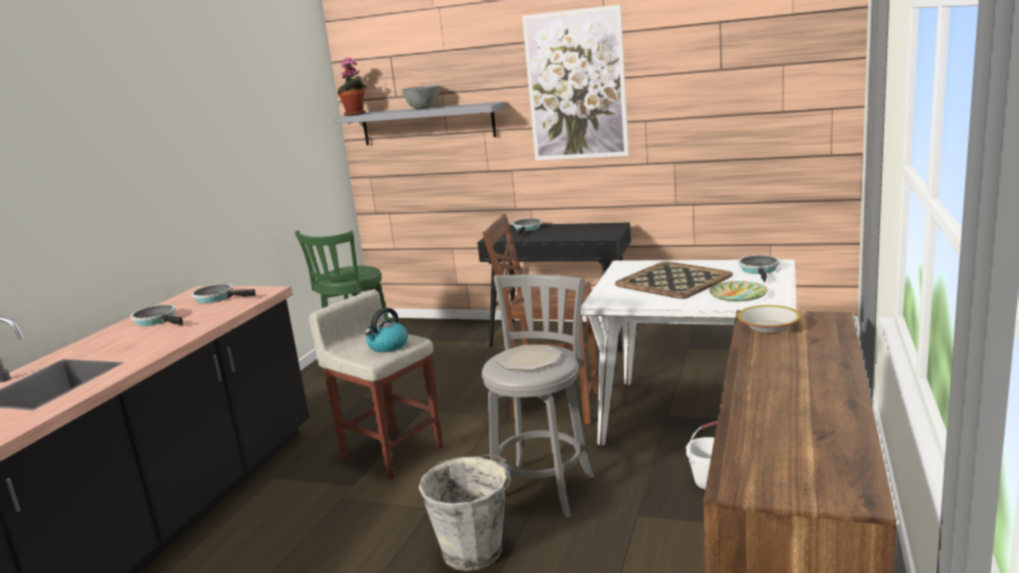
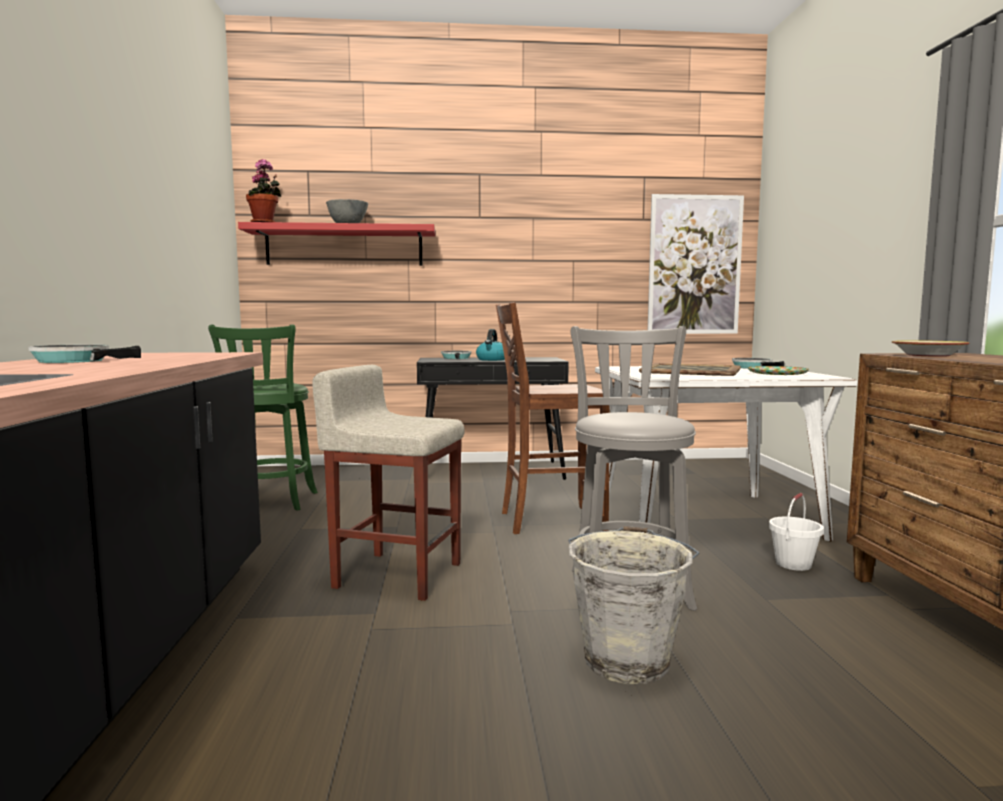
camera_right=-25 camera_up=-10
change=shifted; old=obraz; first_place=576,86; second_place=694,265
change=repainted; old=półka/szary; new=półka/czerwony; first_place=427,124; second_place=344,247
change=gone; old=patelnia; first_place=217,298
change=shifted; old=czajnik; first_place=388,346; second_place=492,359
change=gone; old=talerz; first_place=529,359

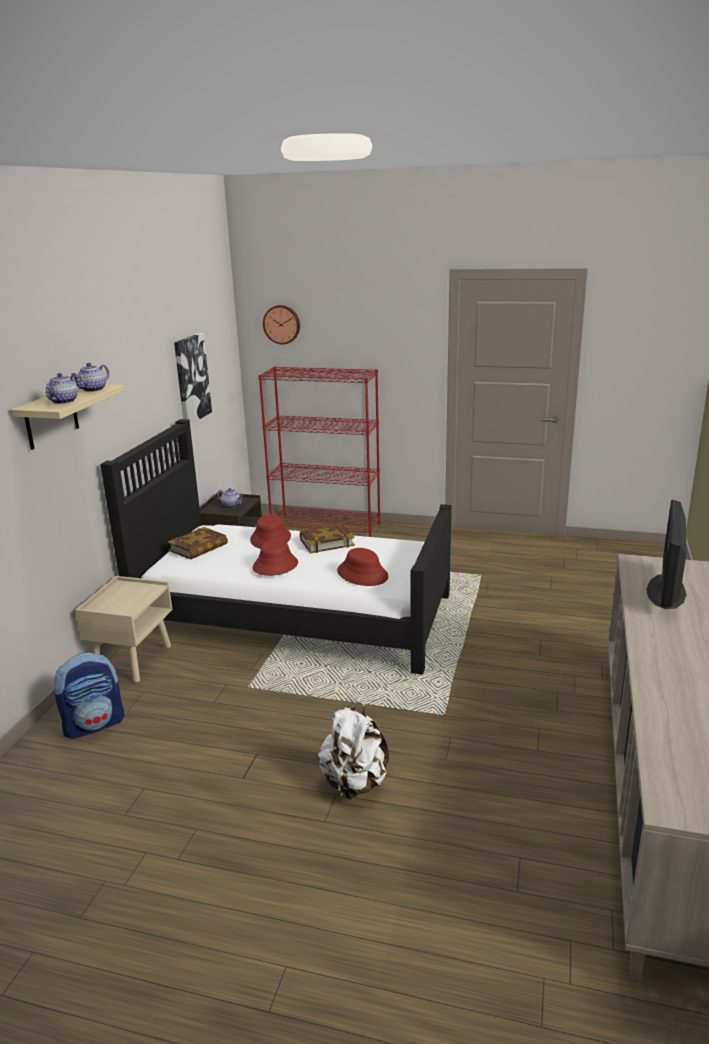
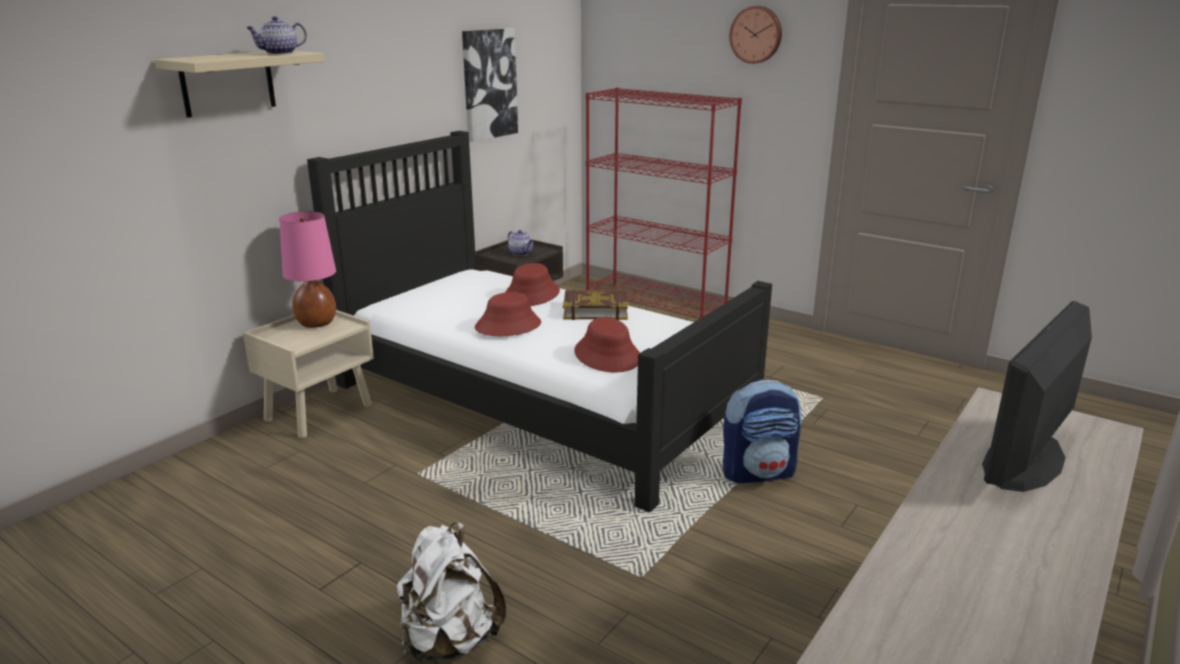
camera_right=20 camera_up=0
change=shifted; old=zegar ścienny; first_place=282,324; second_place=756,34
change=gone; old=imbryk; first_place=64,401
change=gone; old=książka; first_place=198,547
change=shifted; old=plecak; first_place=94,724; second_place=758,472
change=new; new=lampa stołowa/różowy; second_place=317,323

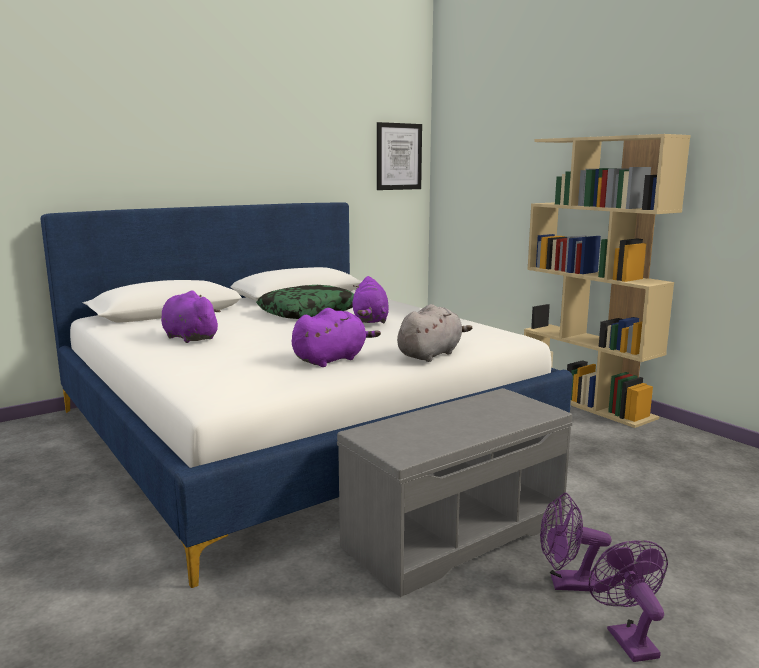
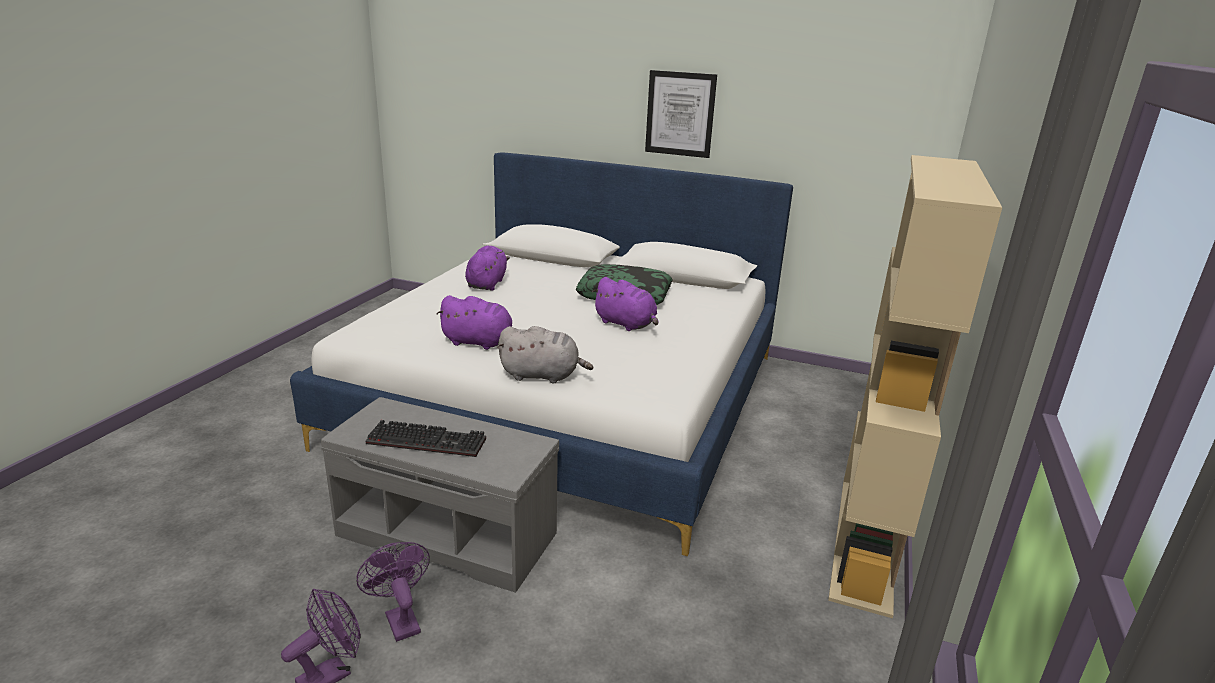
camera_right=55 camera_up=10
change=shifted; old=obraz; first_place=398,156; second_place=680,114
change=rotated; old=pluszak/fioletowy; first_place=370,321; second_place=626,324; degrees=-105
change=new; new=klawiatura; second_place=429,440

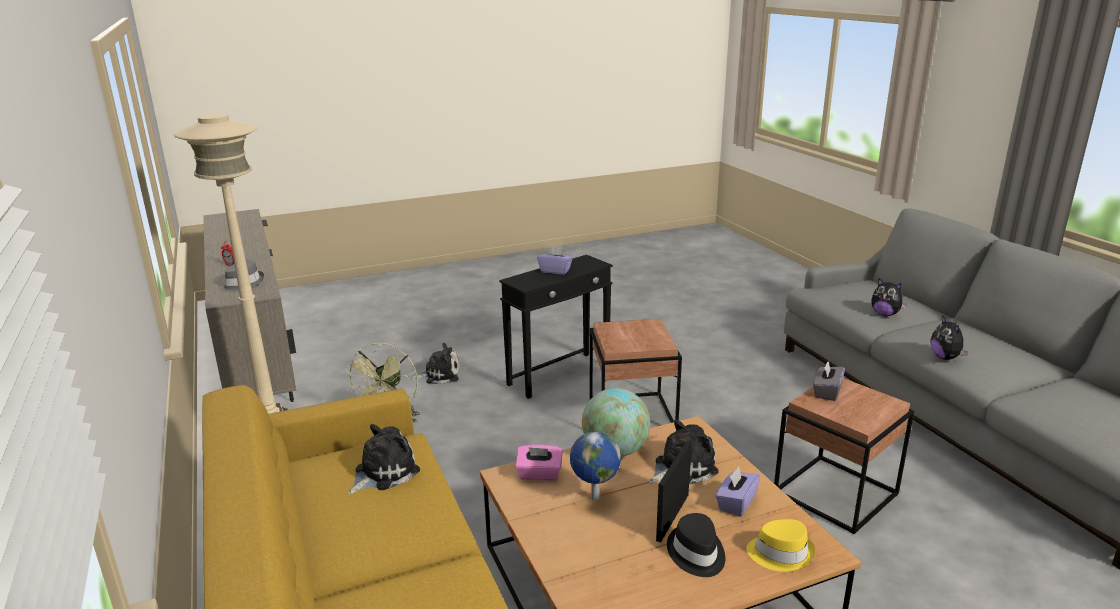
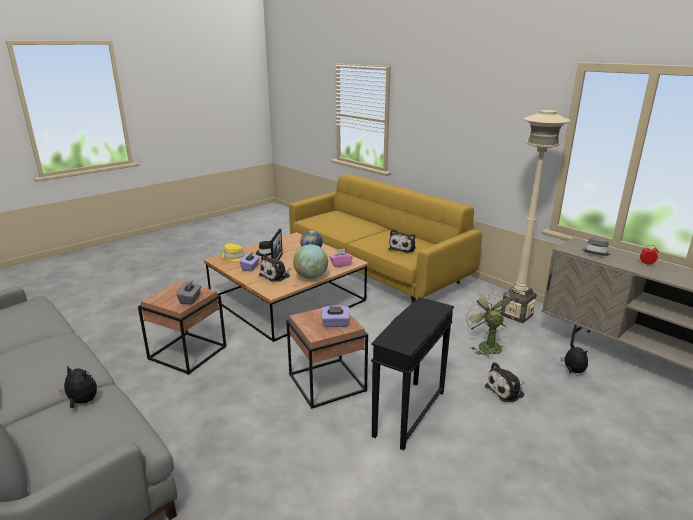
camera_right=160 camera_up=0
change=shifted; old=pudełko chusteczek/fioletowy; first_place=555,271; second_place=335,324
change=shifted; old=pluszak; first_place=945,357; second_place=573,371

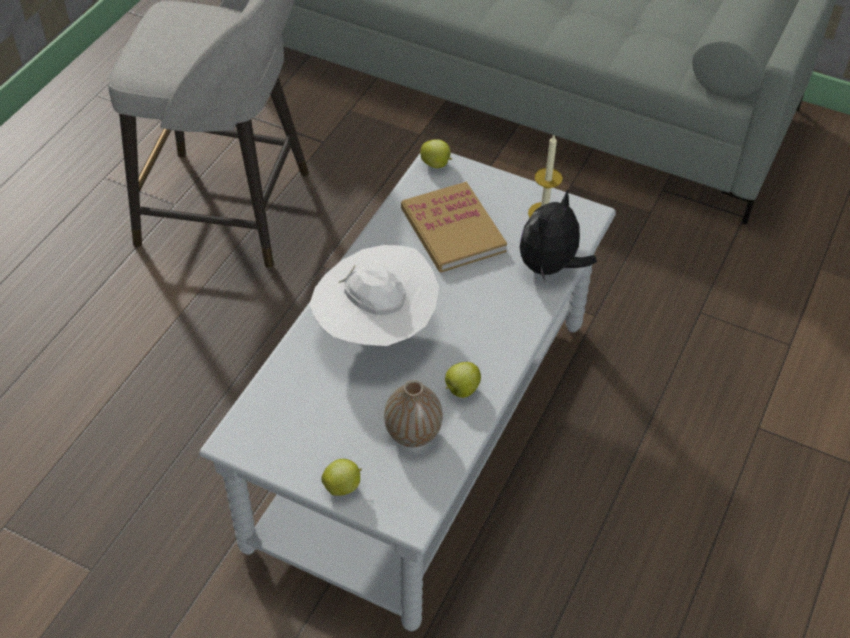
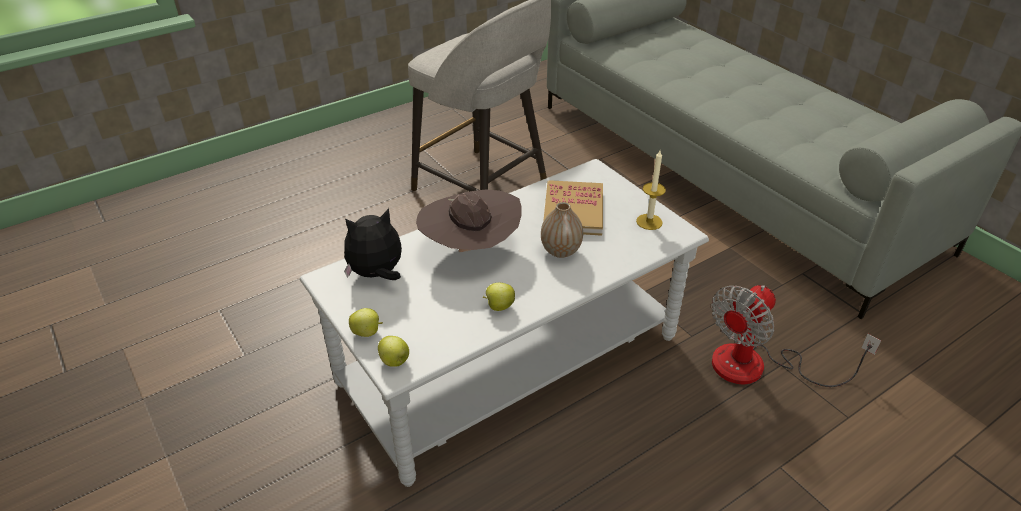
camera_right=30 camera_up=-10
change=shifted; old=jabłko; first_place=436,164; second_place=395,361
change=shifted; old=pluszak; first_place=550,267; second_place=377,274
change=repainted; old=kapelusz/biały; new=kapelusz/brązowy; first_place=376,329; second_place=471,249
change=shifted; old=wazon; first_place=413,433; second_place=560,251
change=new; new=wentylator; second_place=757,367

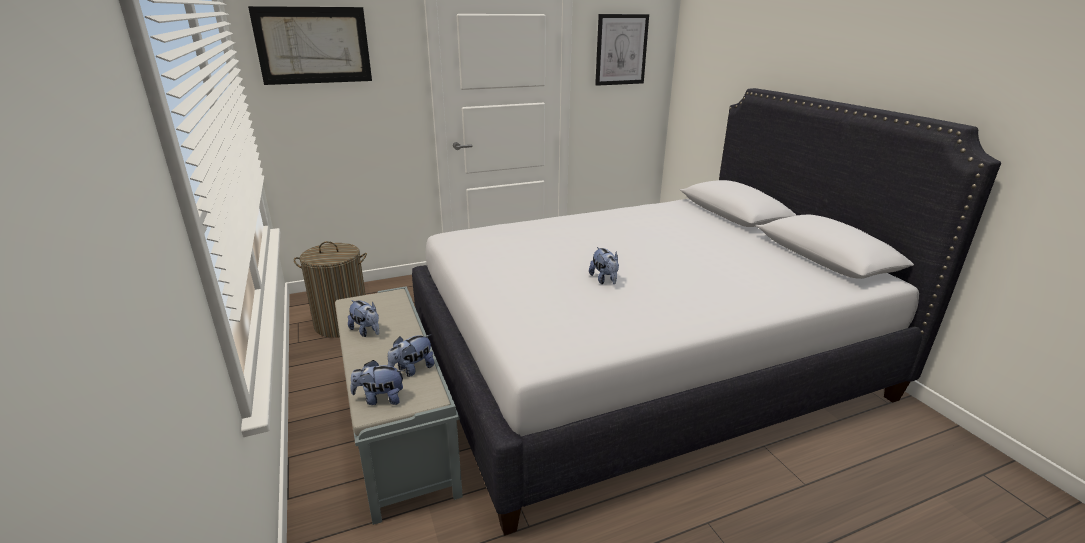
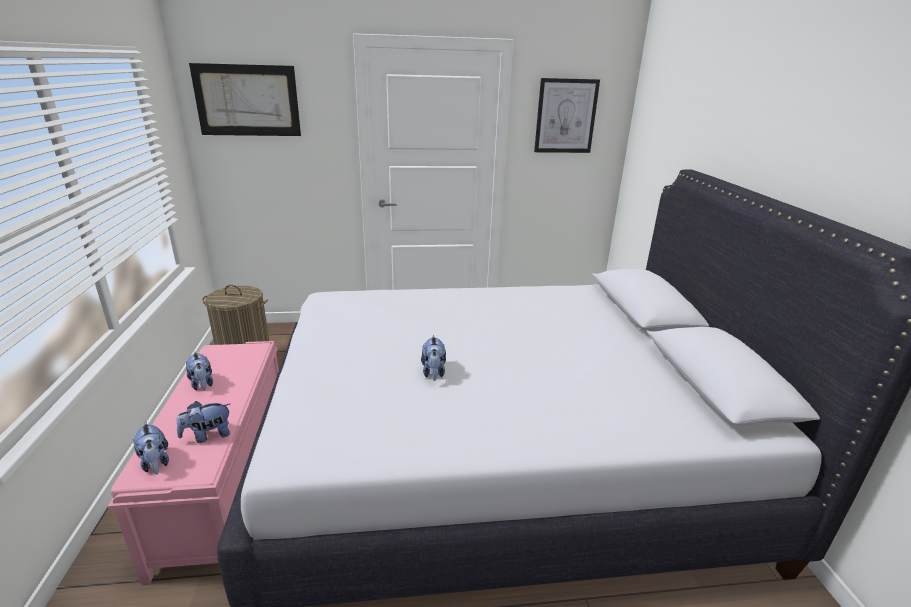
camera_right=15 camera_up=0
change=repainted; old=ławka/szary; new=ławka/różowy; first_place=398,427; second_place=226,481
change=rotated; old=pluszak; first_place=380,399; second_place=155,463; degrees=-135

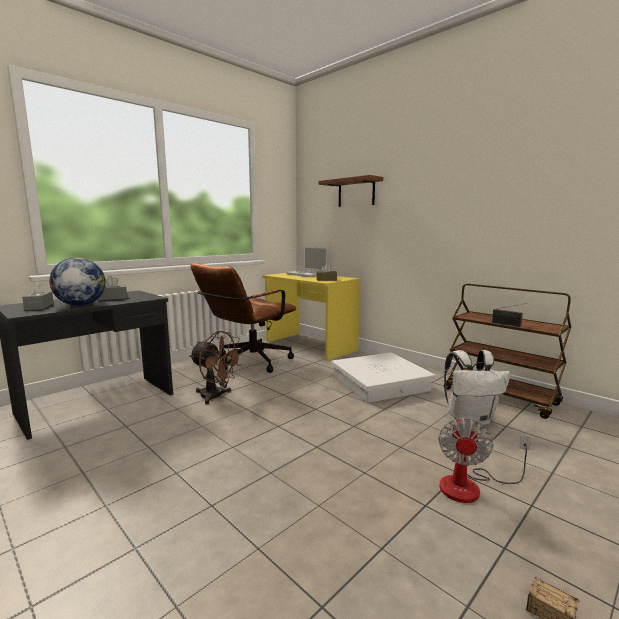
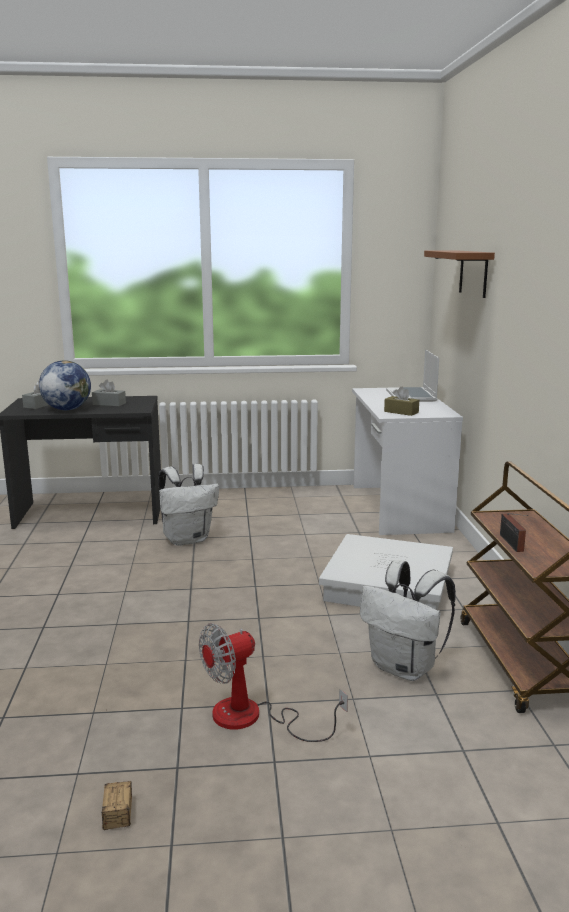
camera_right=40 camera_up=5
change=gone; old=krzesło biurowe/brązowy; first_place=247,363
change=repainted; old=biurko/żółty; new=biurko/biały; first_place=309,346; second_place=397,508
change=swapped; old=wentylator/brązowy; new=plecak/biały; first_place=216,397; second_place=187,539

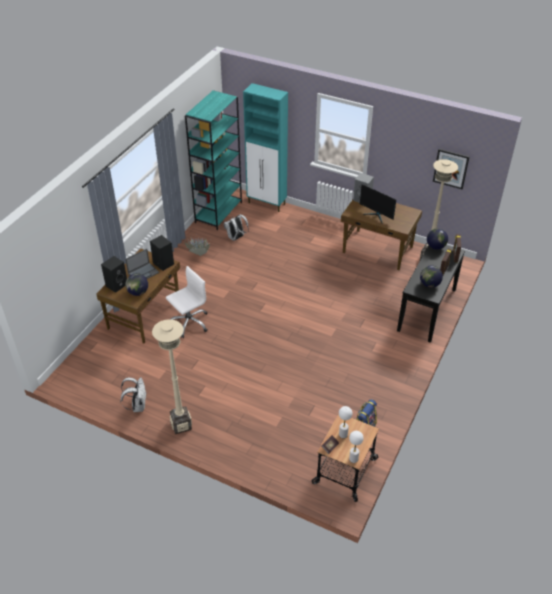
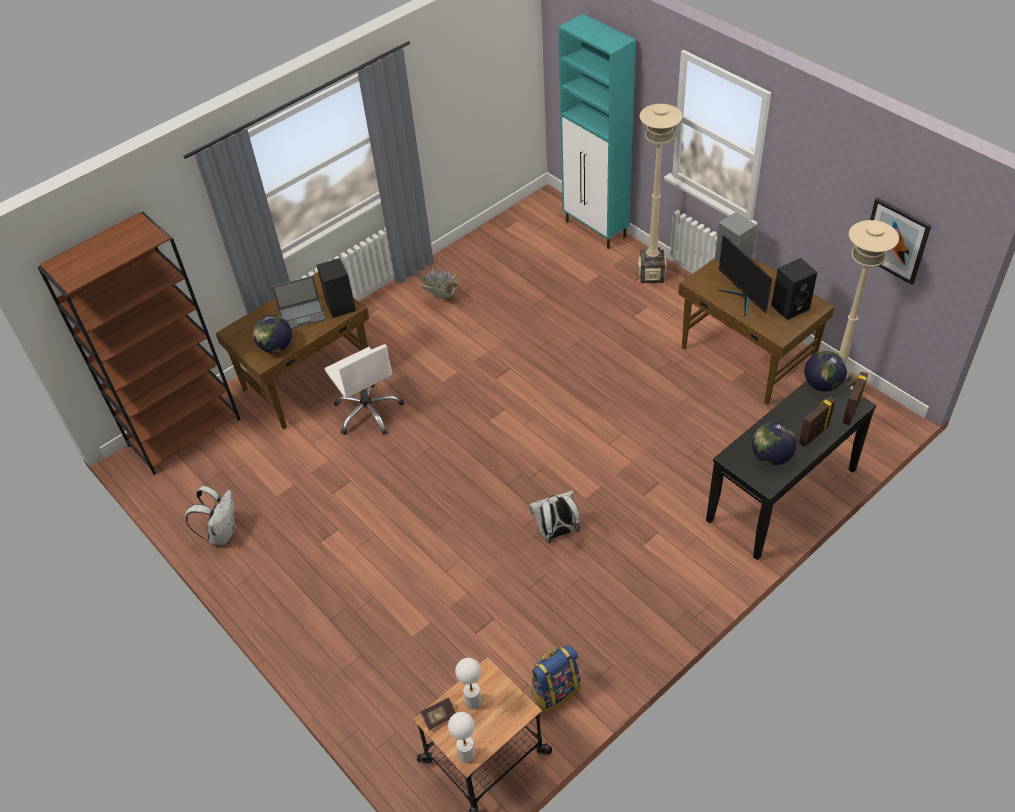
camera_right=25 camera_up=5
change=gone; old=regał/turkusowy; first_place=218,212
change=shifted; old=plecak/biały; first_place=236,238; second_place=556,533
change=shifted; old=głośnik/czarny; first_place=117,284; second_place=790,306
change=rotated; old=krzesło biurowe/biały; first_place=189,322; second_place=368,411; degrees=75
change=shifted; old=lampa stojąca/beżowy; first_place=181,425; second_place=651,275
change=new; new=regał/brązowy; second_place=185,432

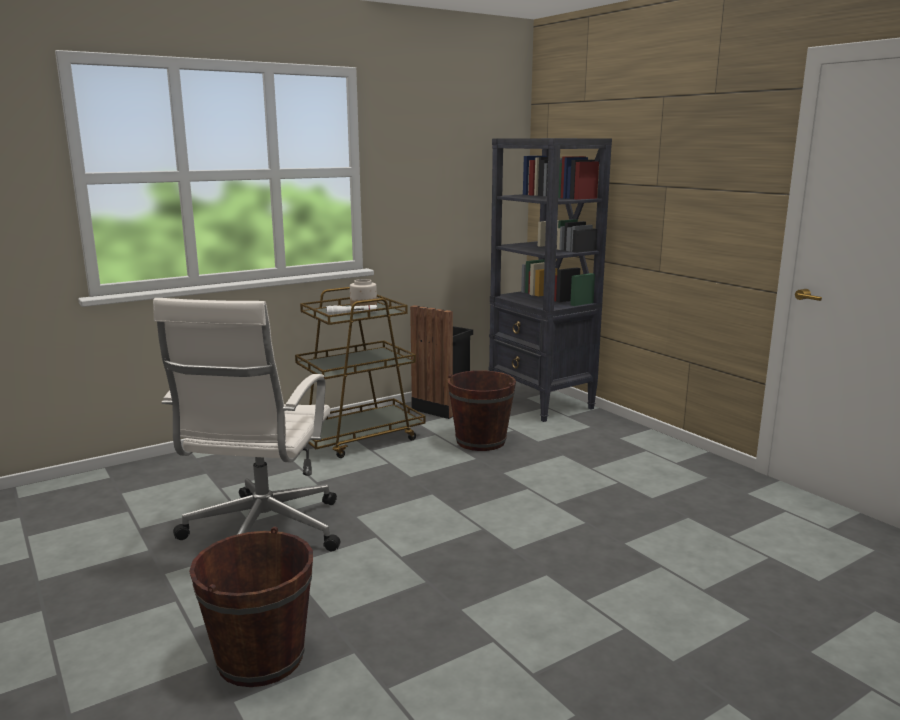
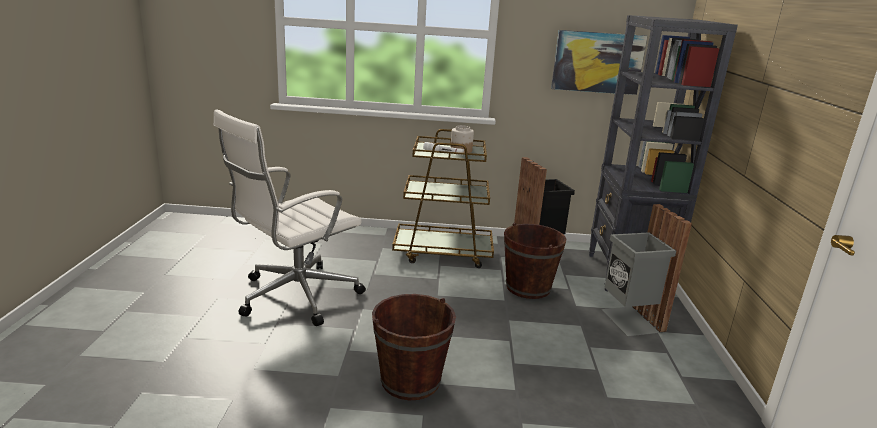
camera_right=35 camera_up=5
change=shifted; old=wiadro/brązowy; first_place=261,658; second_place=410,381
change=new; new=obraz; second_place=597,62
change=new; new=kosz na śmieci/szary; second_place=630,320

